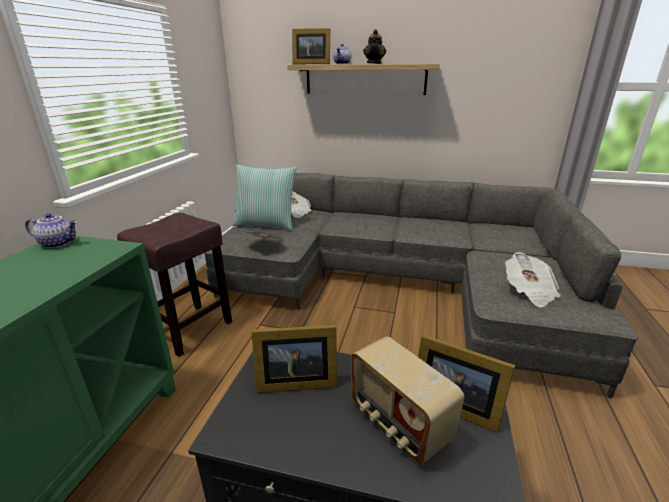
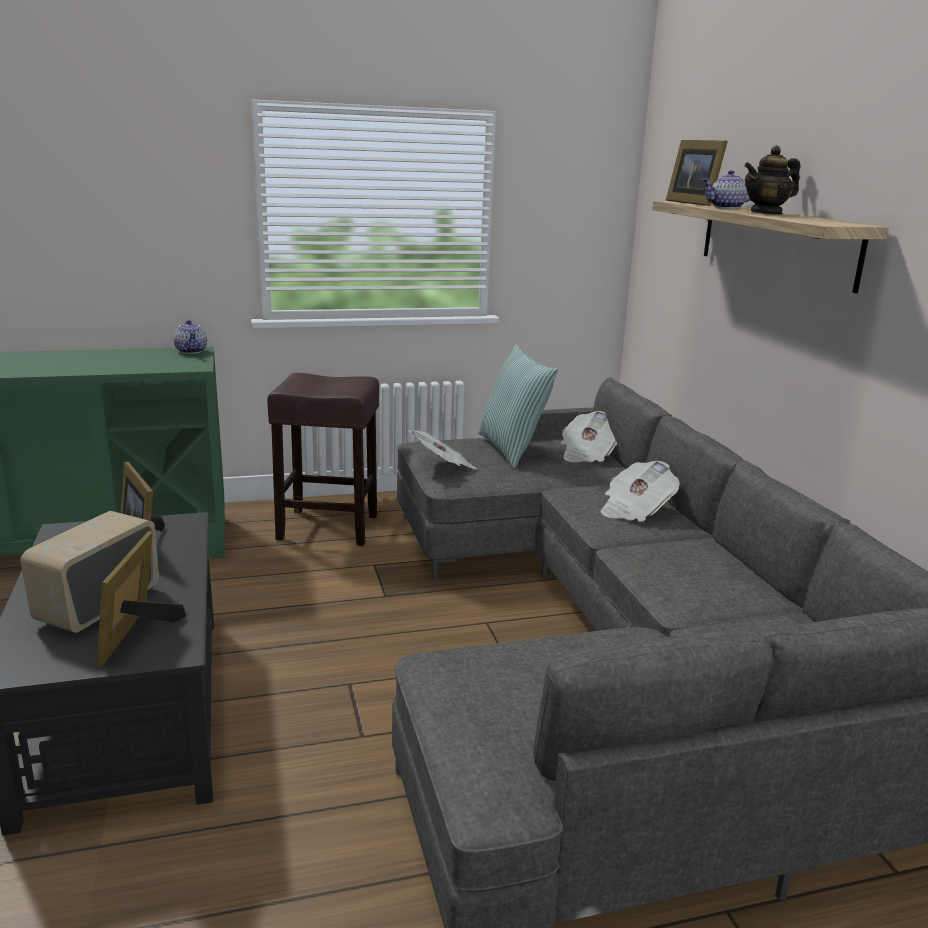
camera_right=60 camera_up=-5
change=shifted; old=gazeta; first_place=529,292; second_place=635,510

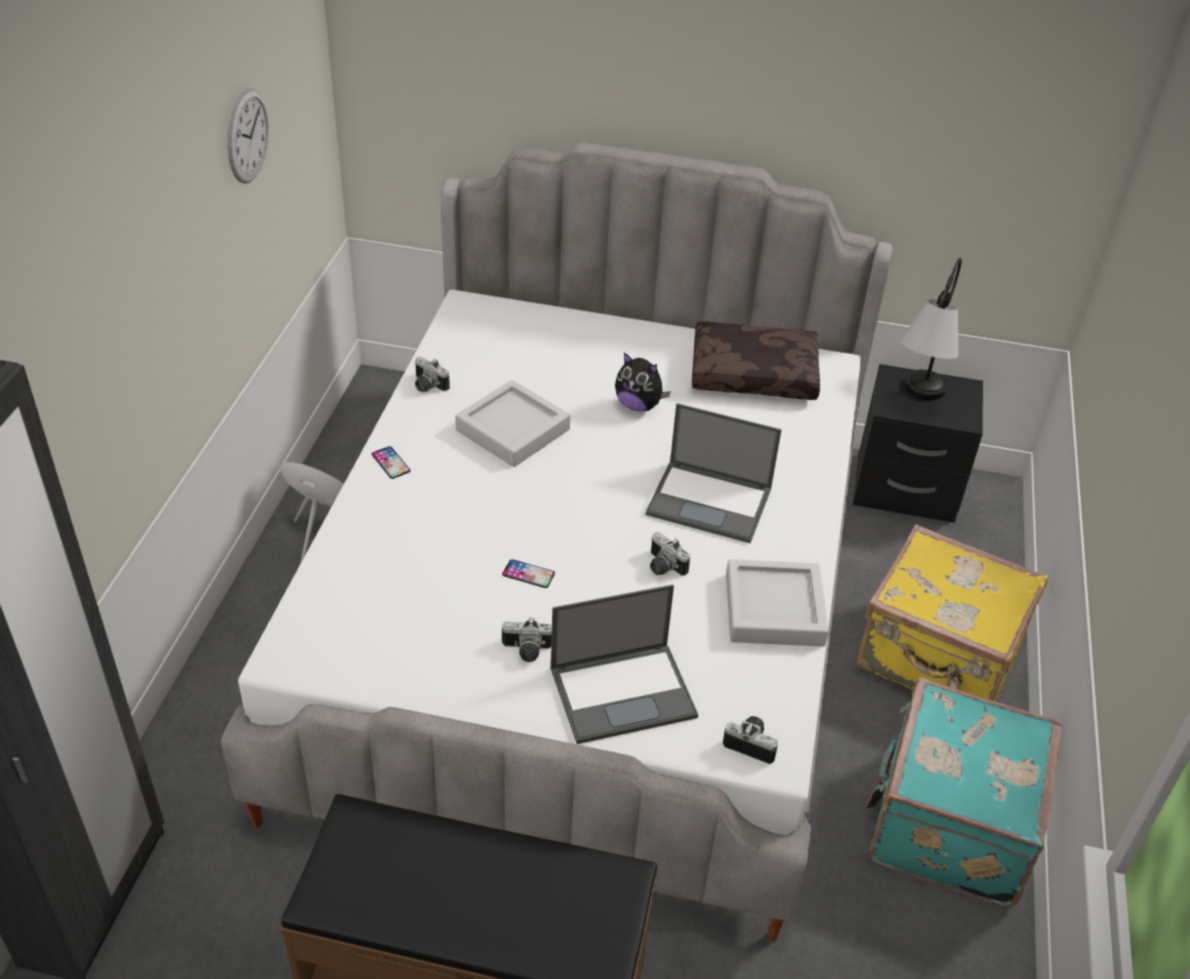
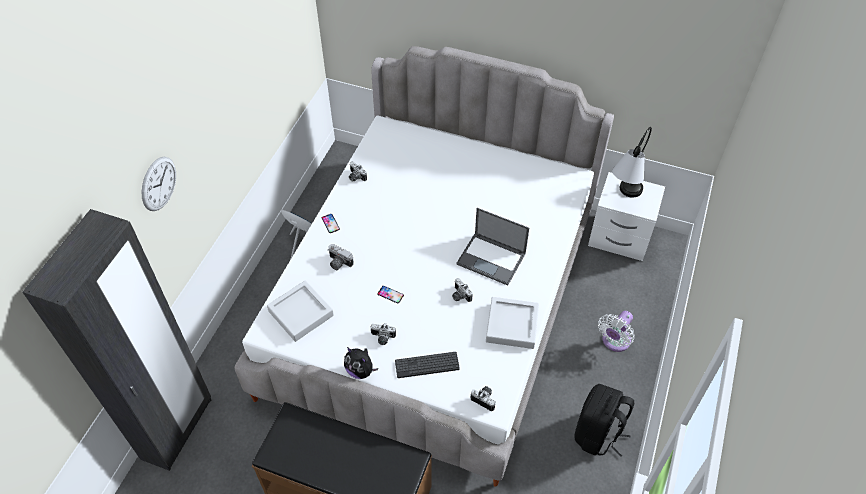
camera_right=10 camera_up=10
change=shifted; old=zegar ścienny; first_place=247,136; second_place=159,183
change=gone; old=poduszka/brązowy; first_place=754,373
change=shifted; old=pluszak; first_place=638,405; second_place=360,370
change=repainted; old=szafka nocna/czarny; new=szafka nocna/biały; first_place=904,490; second_place=619,239
change=shifted; old=taca/szary; first_place=513,430; second_place=301,313
change=swapped; old=walizka/żółty; new=wentylator/biały; first_place=938,659; second_place=614,341
change=swapped; old=laptop; new=klawiatura; first_place=624,692; second_place=427,365
change=swapped; old=walizka/turkusowy; new=plecak/czarny; first_place=947,824; second_place=598,434
change=new; new=aparat fotograficzny; second_place=338,263

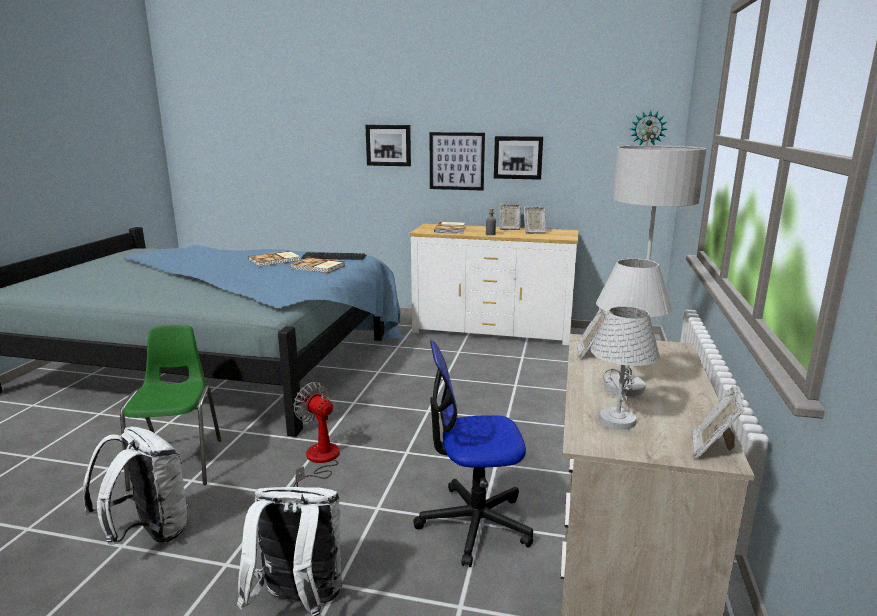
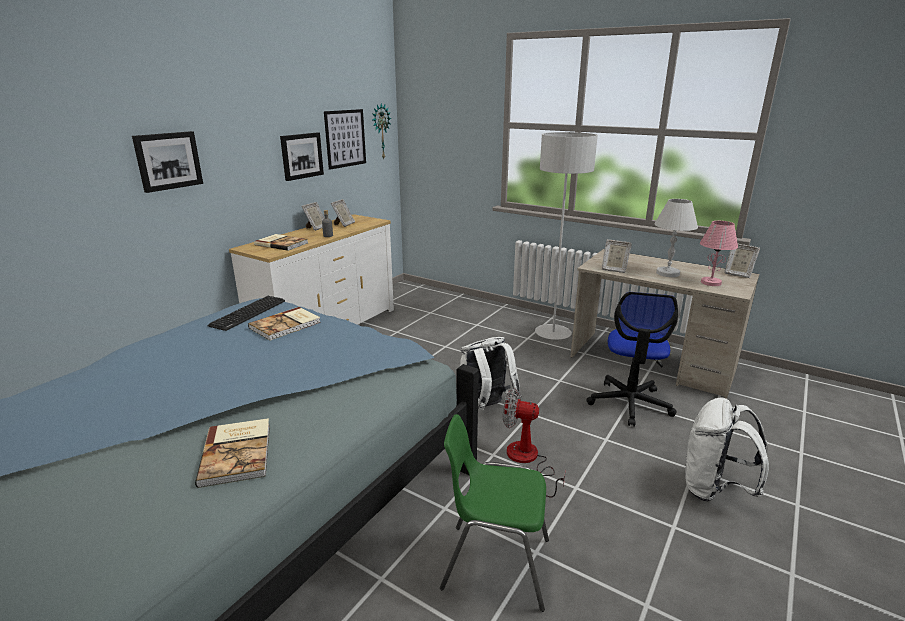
camera_right=-70 camera_up=5
change=shifted; old=obraz; first_place=456,161; second_place=345,138
change=shifted; old=książka; first_place=275,260; second_place=238,453
change=repainted; old=lampa stołowa/biały; new=lampa stołowa/różowy; first_place=616,420; second_place=710,283
change=rotated; old=wentylator; first_place=319,461; second_place=527,460; degrees=45
change=shifted; old=plecak/biały; first_place=148,533; second_place=485,408

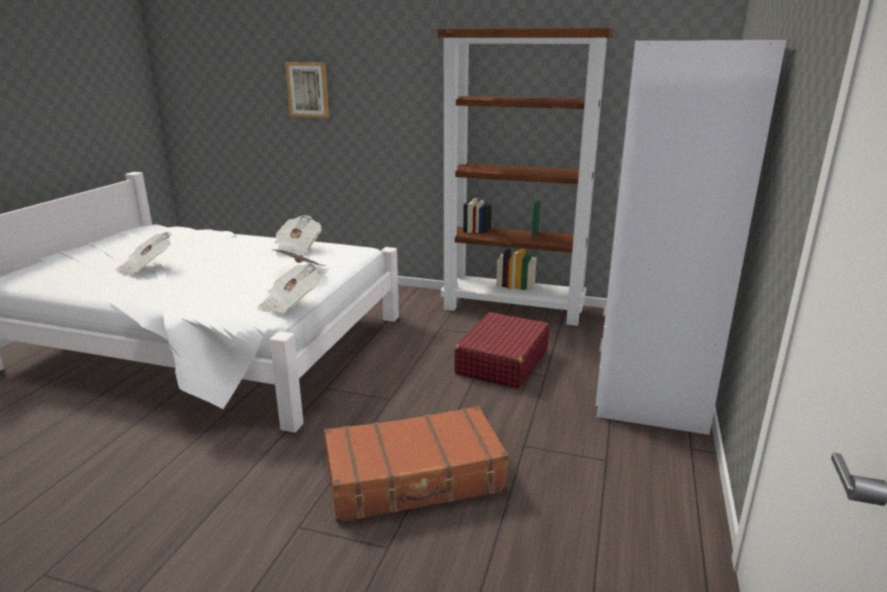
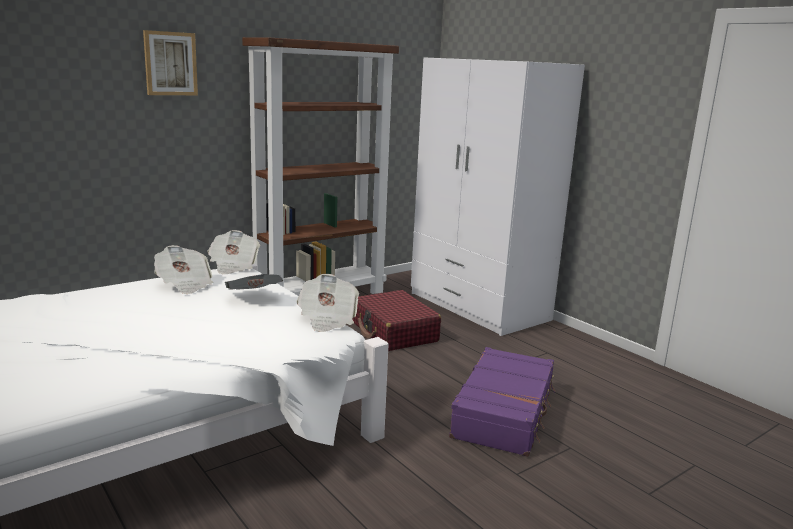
camera_right=-55 camera_up=-5
change=shifted; old=obraz; first_place=308,89; second_place=170,63
change=shifted; old=gazeta; first_place=147,267; second_place=233,266
change=repainted; old=walizka/brązowy; new=walizka/fioletowy; first_place=415,479; second_place=504,413

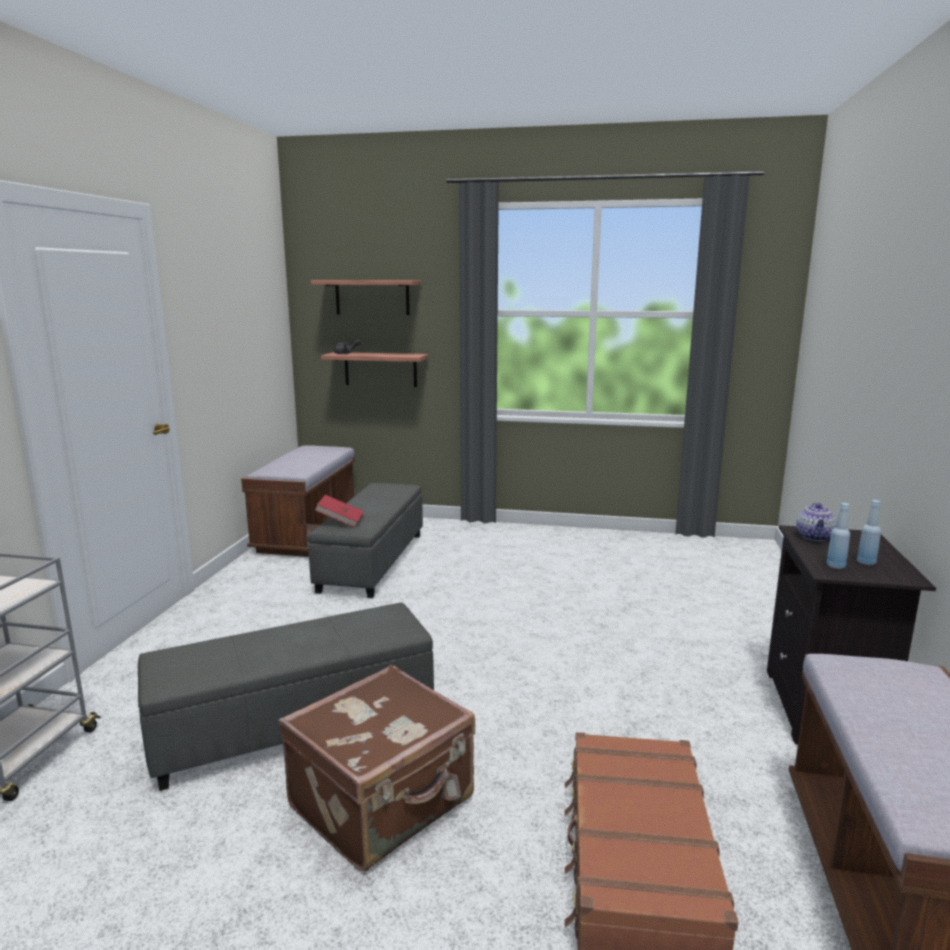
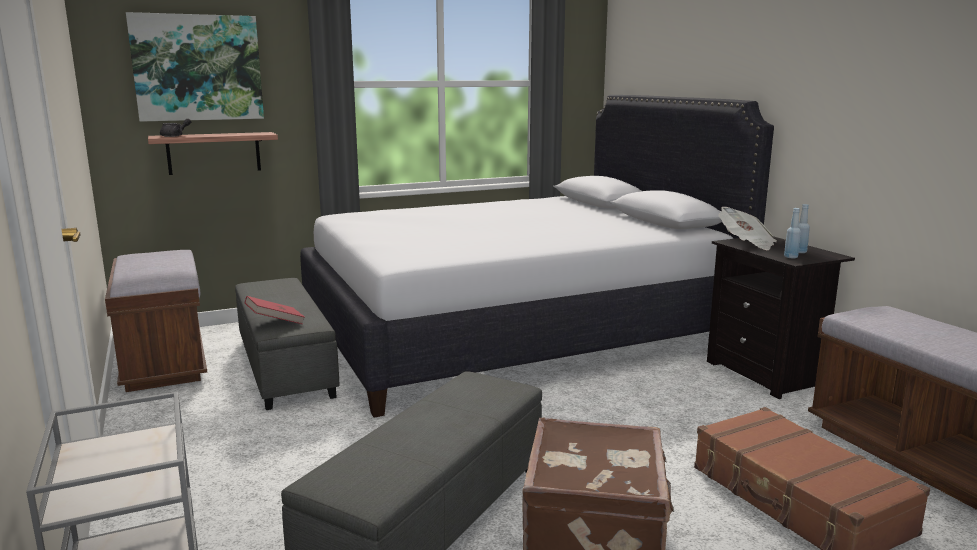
camera_right=-35 camera_up=0
change=swapped; old=półka; new=obraz; first_place=372,297; second_place=198,68
change=swapped; old=imbryk; new=gazeta; first_place=815,537; second_place=746,244
change=new; new=łóżko/biały; second_place=514,331

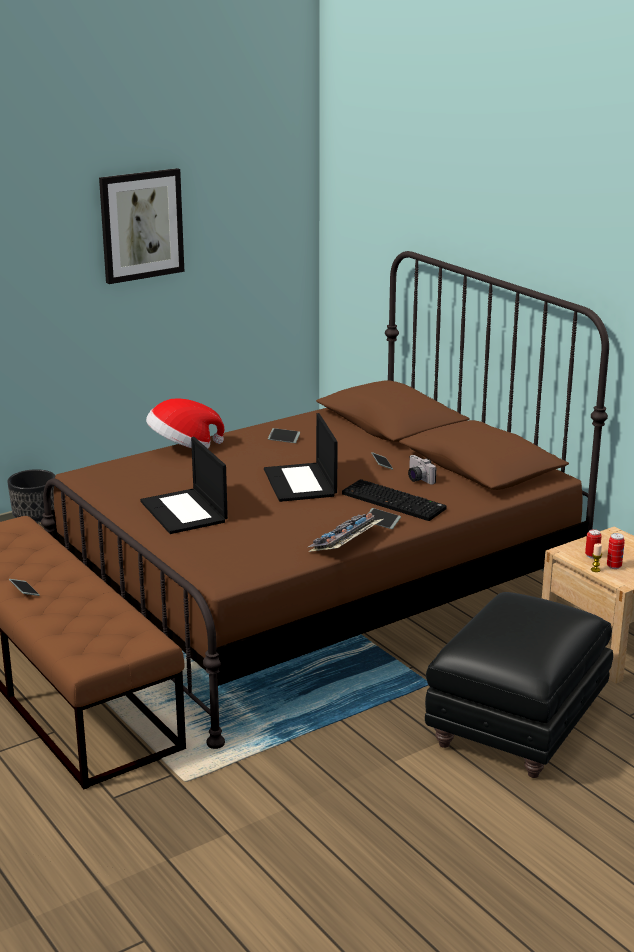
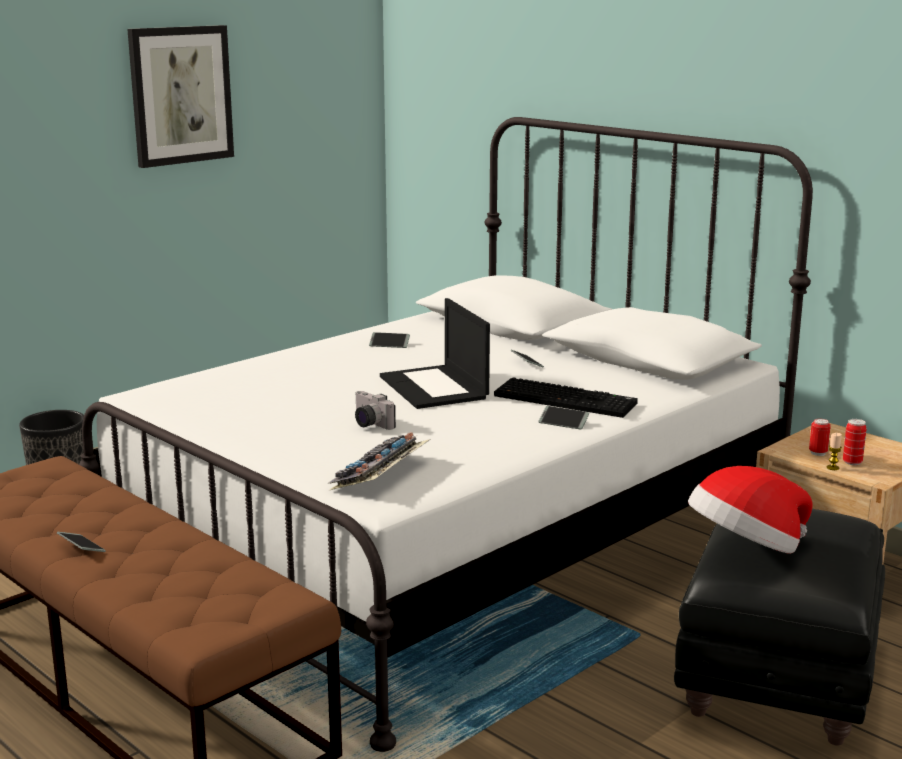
camera_right=-10 camera_up=-5
change=repainted; old=łóżko/brązowy; new=łóżko/biały; first_place=317,598; second_place=451,543
change=shifted; old=kapelusz; first_place=183,447; second_place=745,549
change=gone; old=laptop; first_place=185,512
change=shifted; old=aparat fotograficzny; first_place=417,479; second_place=368,424
change=shifted; old=klawiatura; first_place=346,542; second_place=380,475

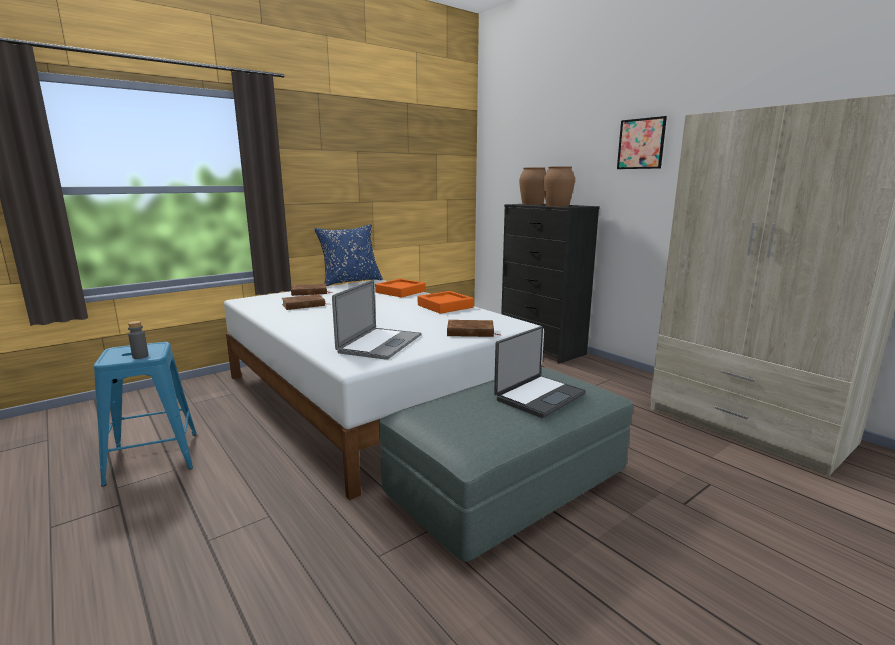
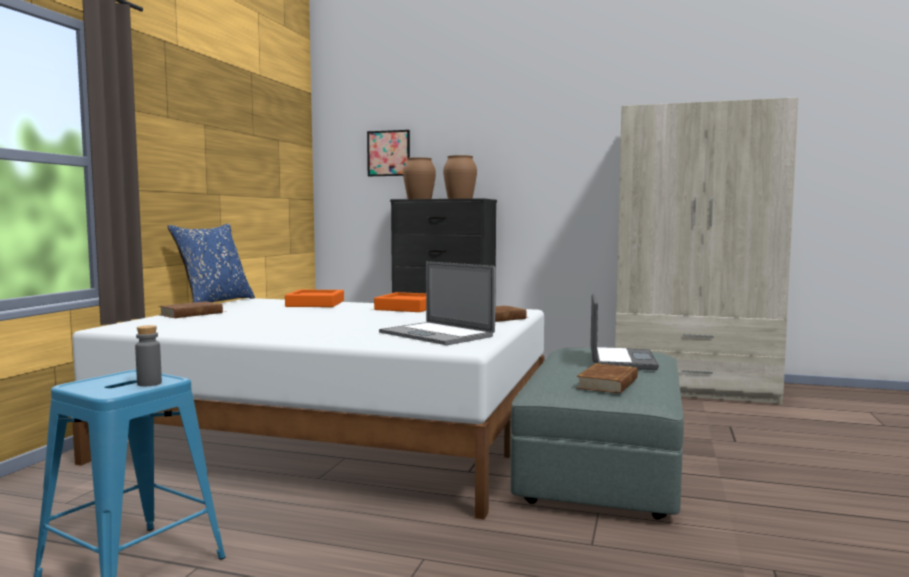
camera_right=-35 camera_up=-10
change=shifted; old=obraz; first_place=641,144; second_place=388,153
change=rotated; old=laptop; first_place=380,343; second_place=436,334; degrees=150
change=shifted; old=książka/brązowy; first_place=303,305; second_place=608,383

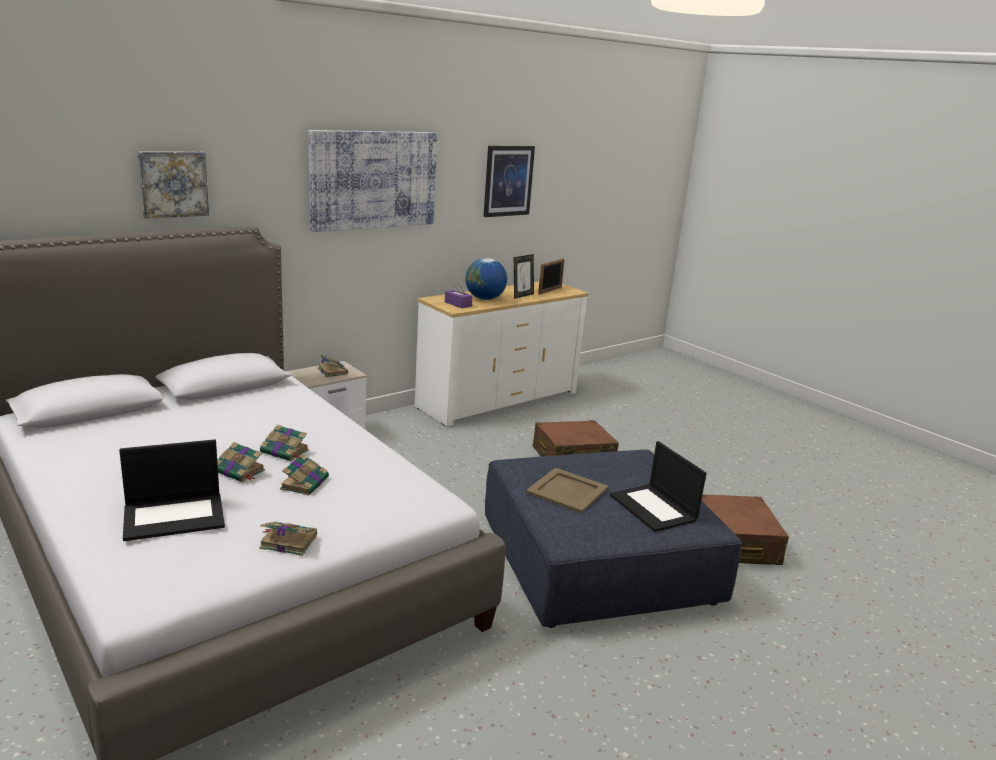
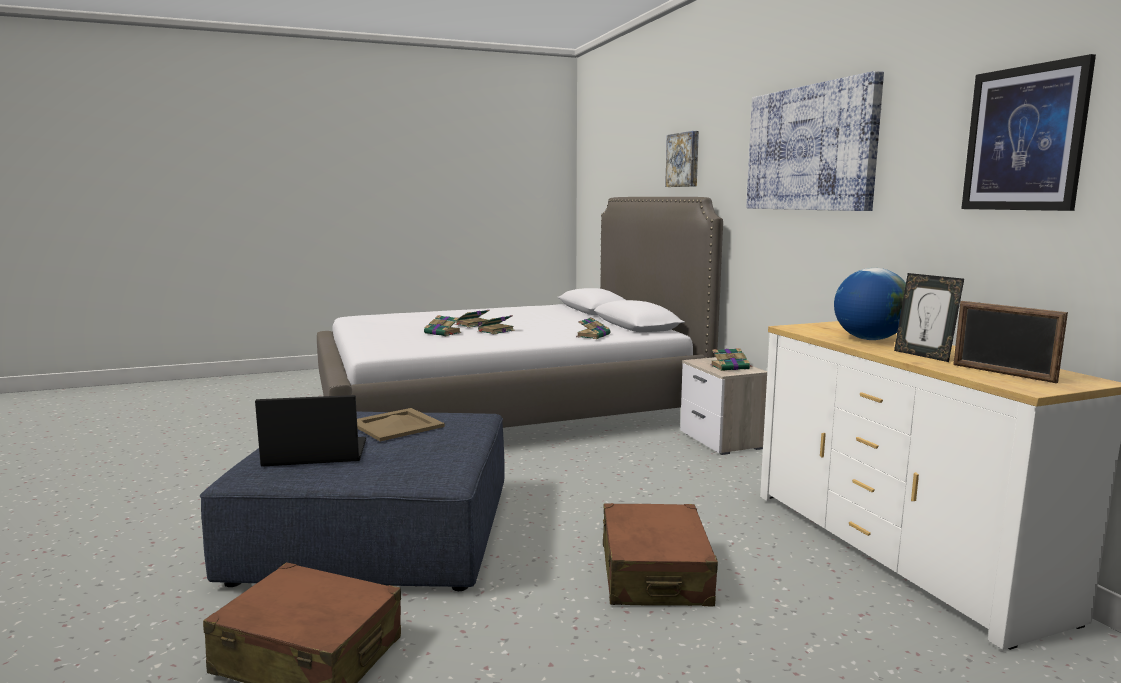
camera_right=110 camera_up=-10
change=gone; old=pudełko chusteczek/fioletowy; first_place=458,304
change=gone; old=laptop; first_place=175,516
change=shifted; old=książka; first_place=287,541; second_place=593,335

